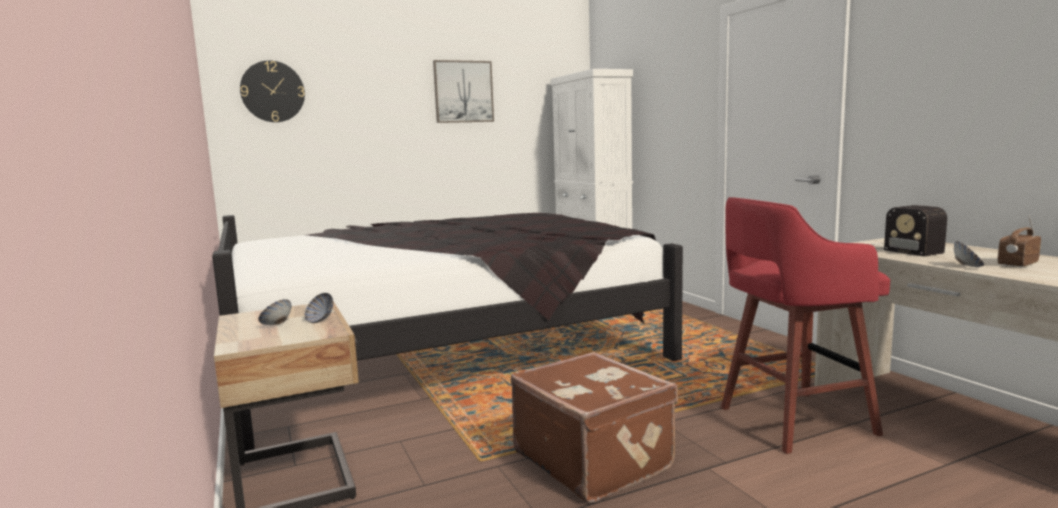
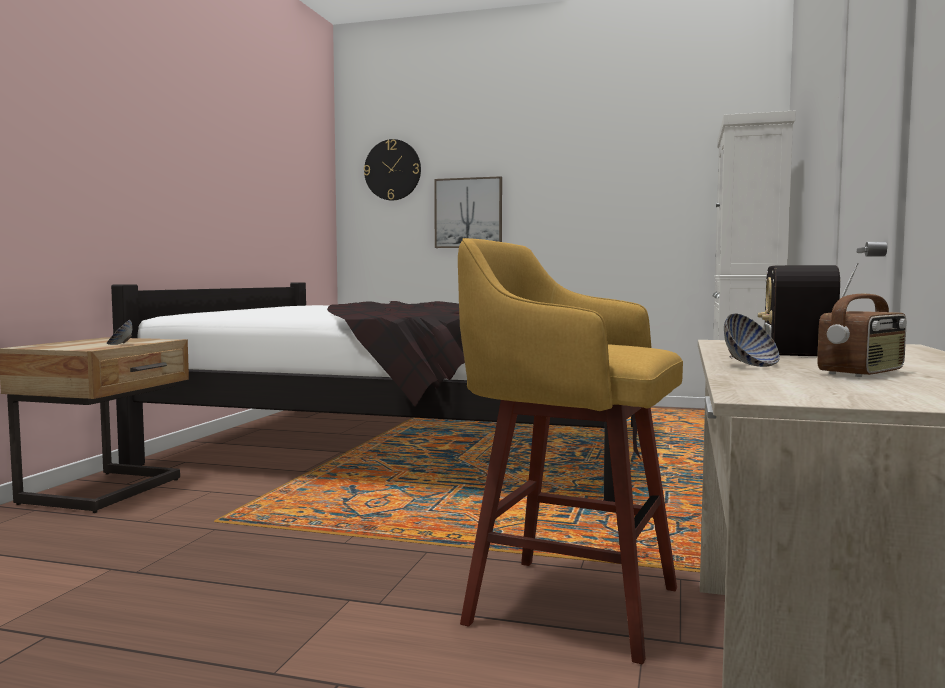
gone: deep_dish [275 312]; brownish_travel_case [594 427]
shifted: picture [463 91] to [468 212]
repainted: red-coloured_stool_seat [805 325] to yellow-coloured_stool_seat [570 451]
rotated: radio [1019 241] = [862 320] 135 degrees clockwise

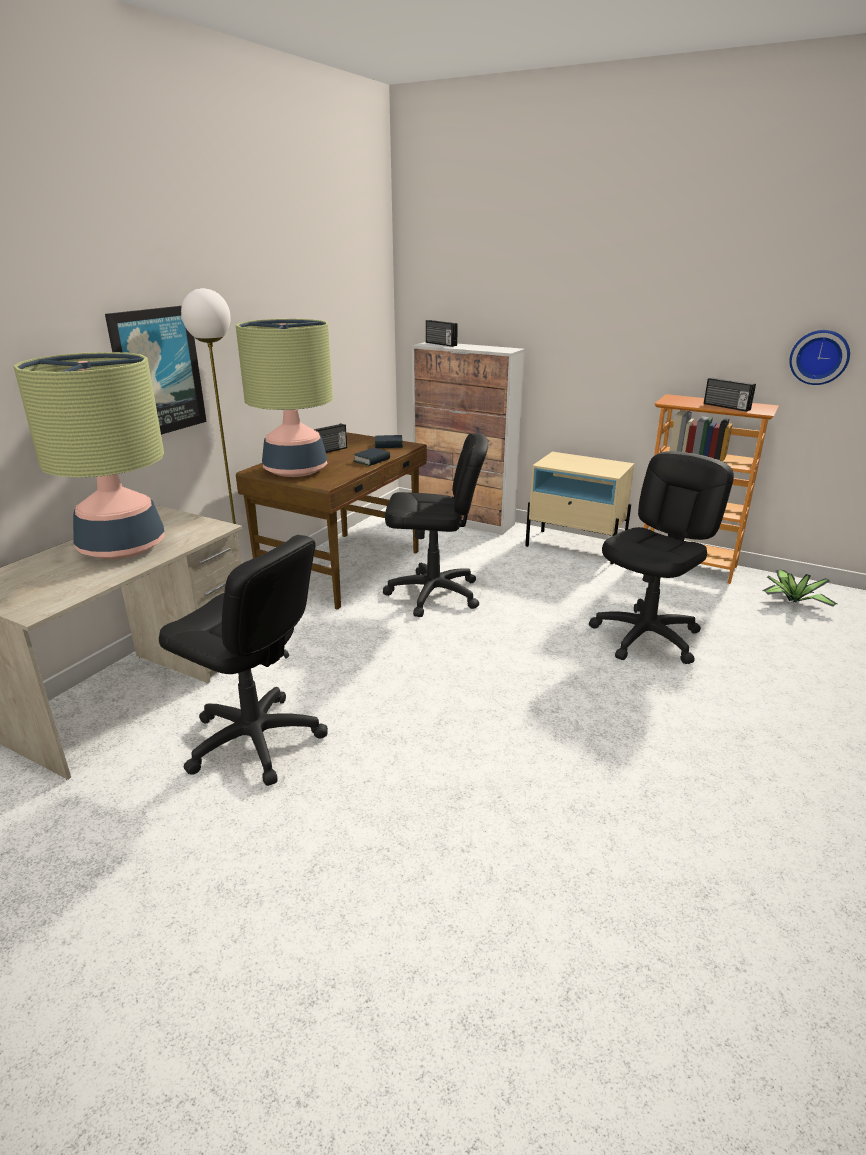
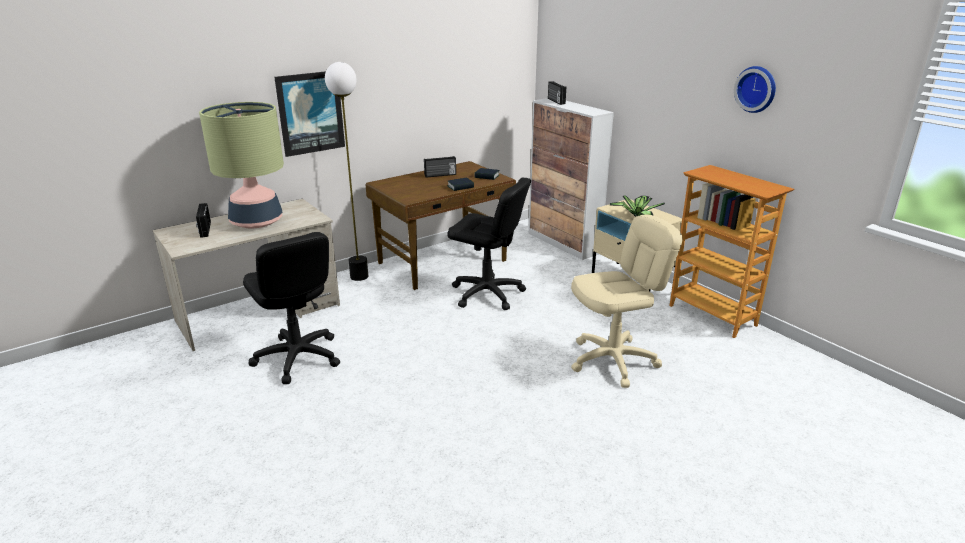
gone: tabletop_lamp [284 398]
shifted: radio [730 394] to [203 220]; plant_in_a_pot [799 588] to [637 206]; clock_on_the_wall [819 357] to [755 89]
repainted: black-coloured_computer_chair [661 557] to beige-coloured_computer_chair [626 301]

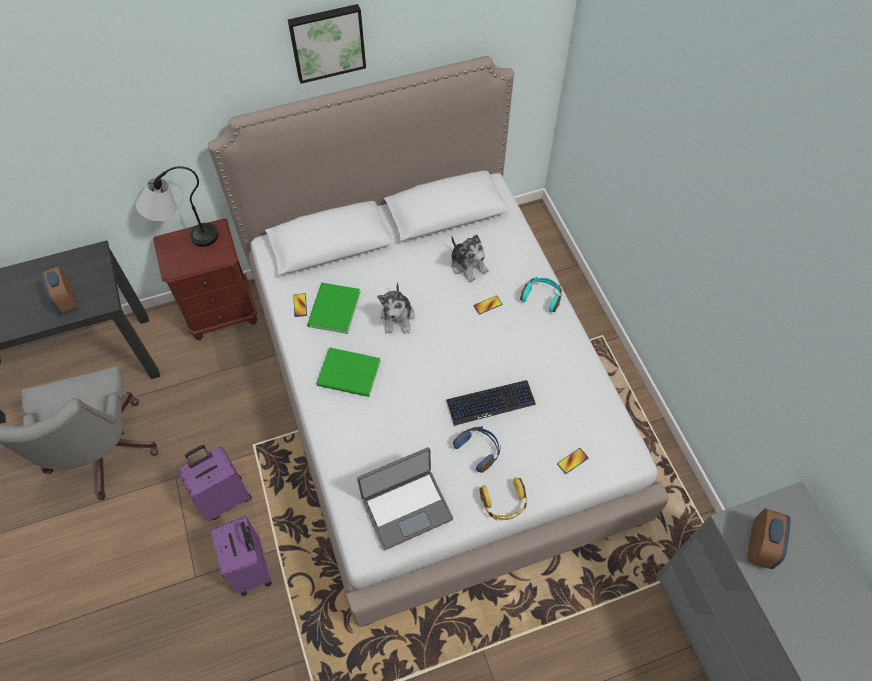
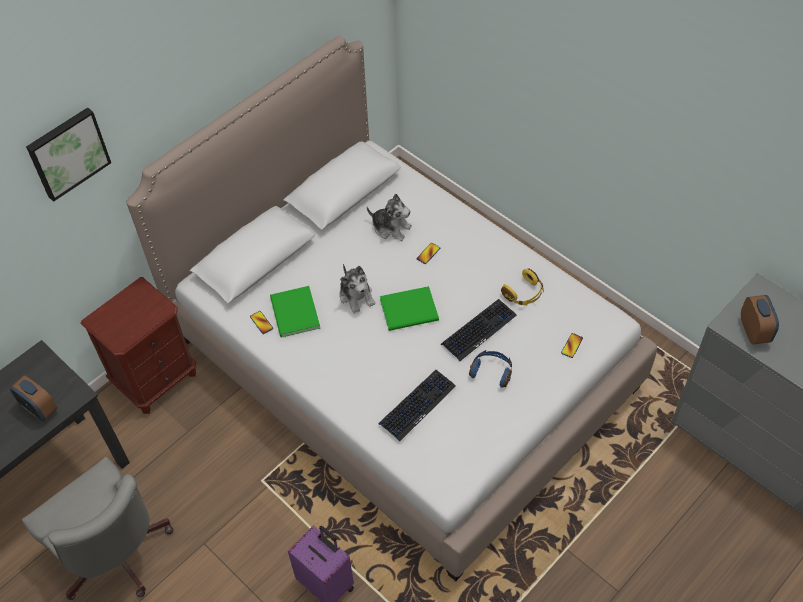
gone: tabletop_lamp [177 206]; purple_travel_case [214 483]; portable_computer [405 498]; turquoise-coloured_headphones [541 295]
new: PC_keyboard [417 405]
shifted: picture [327 44] to [68 154]; green_book [349 372] to [409 308]; yellow-coloured_headphones [503 499] to [522 287]

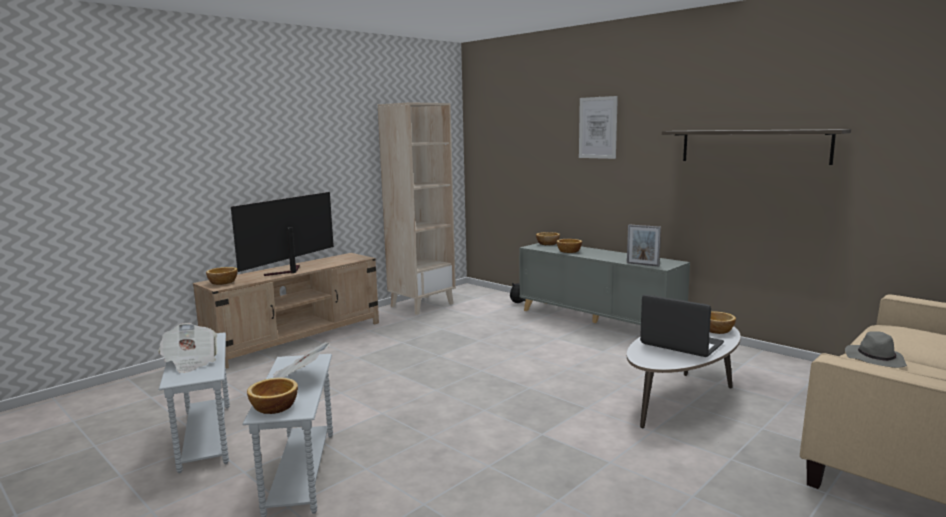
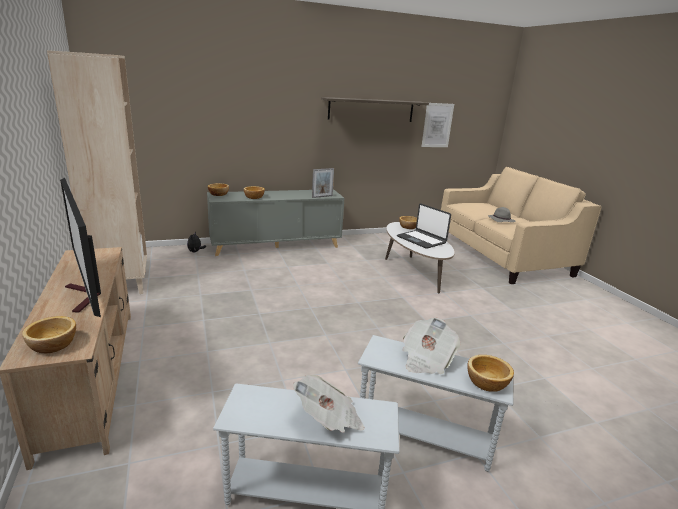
shifted: picture [598 127] to [437 125]
rotated: portable_computer [682 325] = [424 226] 105 degrees counterclockwise

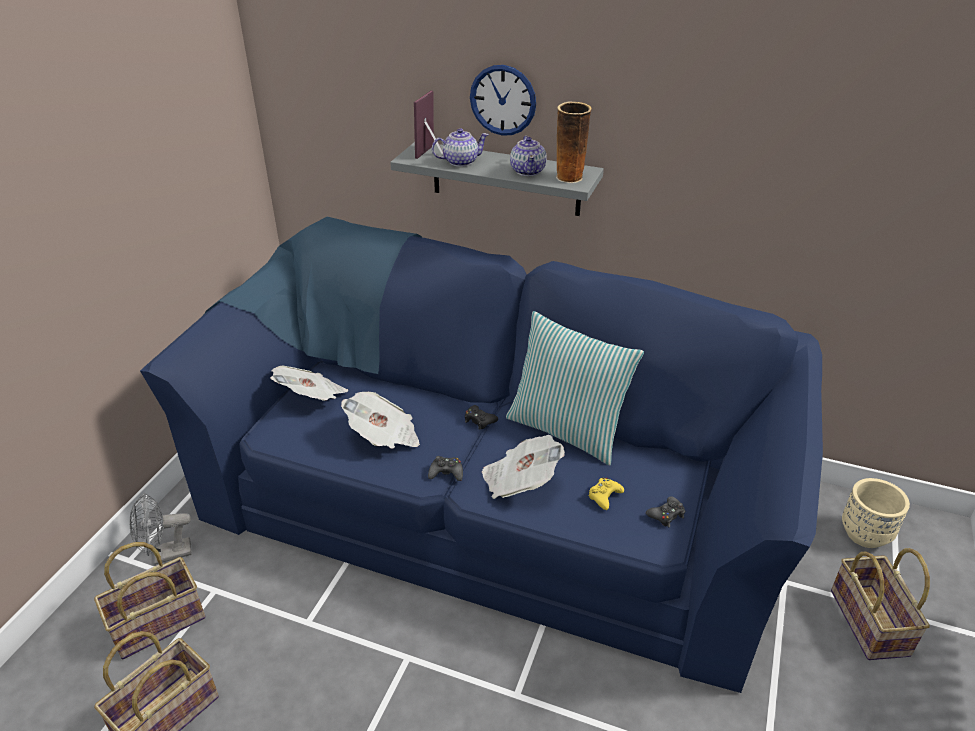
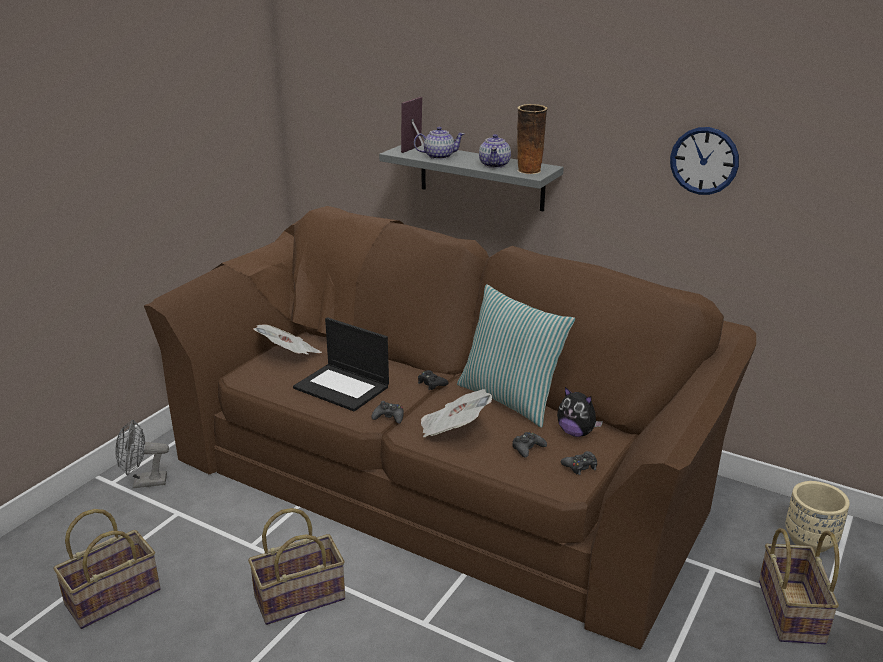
new: plush_toy [580 412]
shifted: basket [149 600] to [296 566]; clock_on_the_wall [503 100] to [704 161]
swapped: printed_paper [380 420] to portable_computer [341 364]
repainted: blue_sofa [481 455] to brownish_sofa [450 428]; yellow-coloured_game_controller [606 494] to black-coloured_game_controller [530 444]

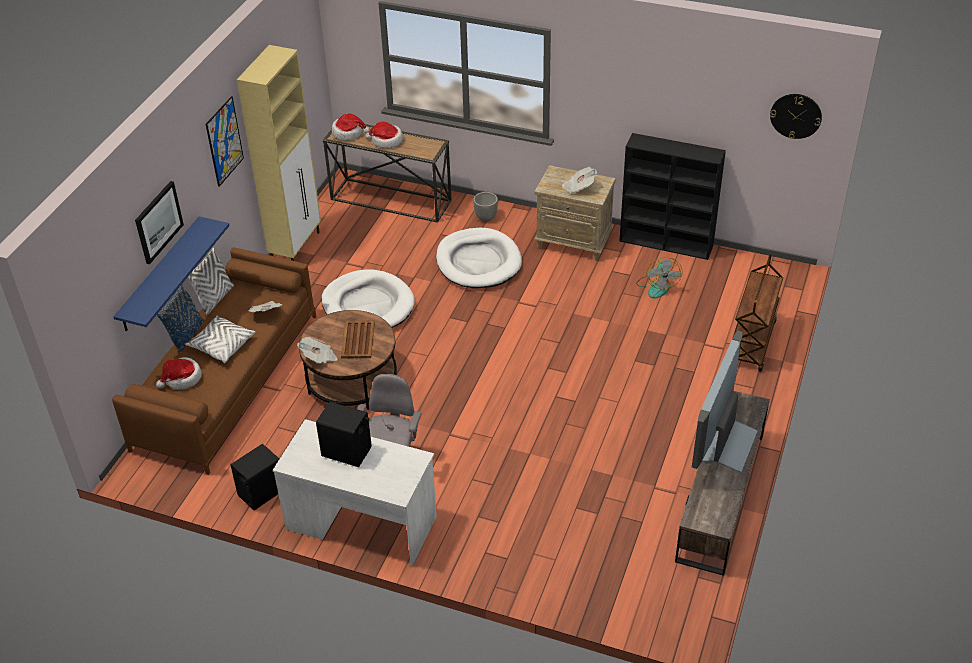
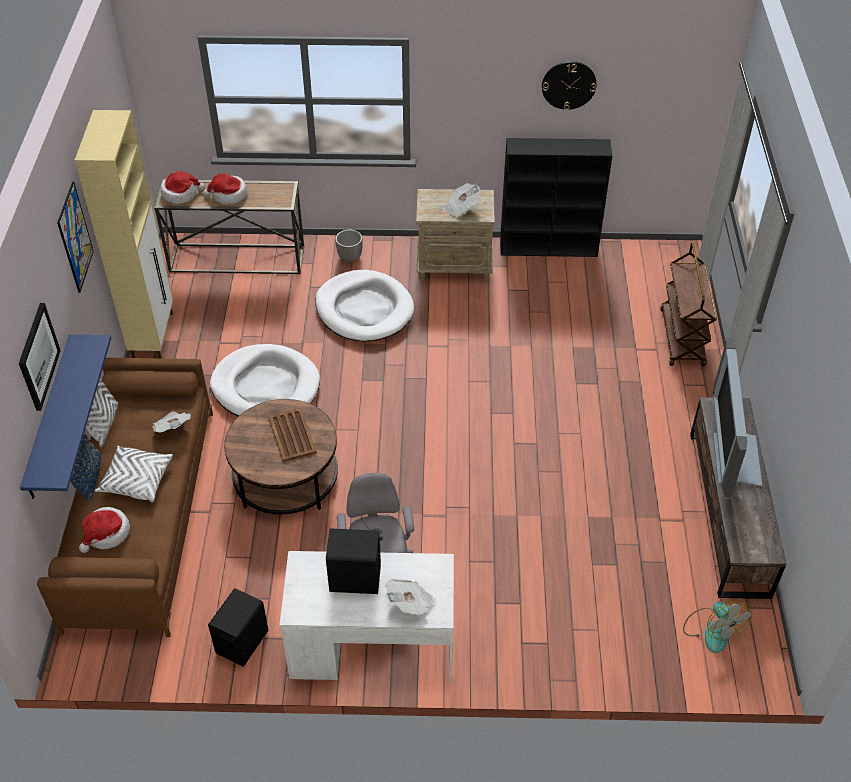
shifted: printed_paper [317 350] to [410 597]; cooling_fan [659 277] to [717 626]; clock_on_the_wall [796 116] to [569 85]

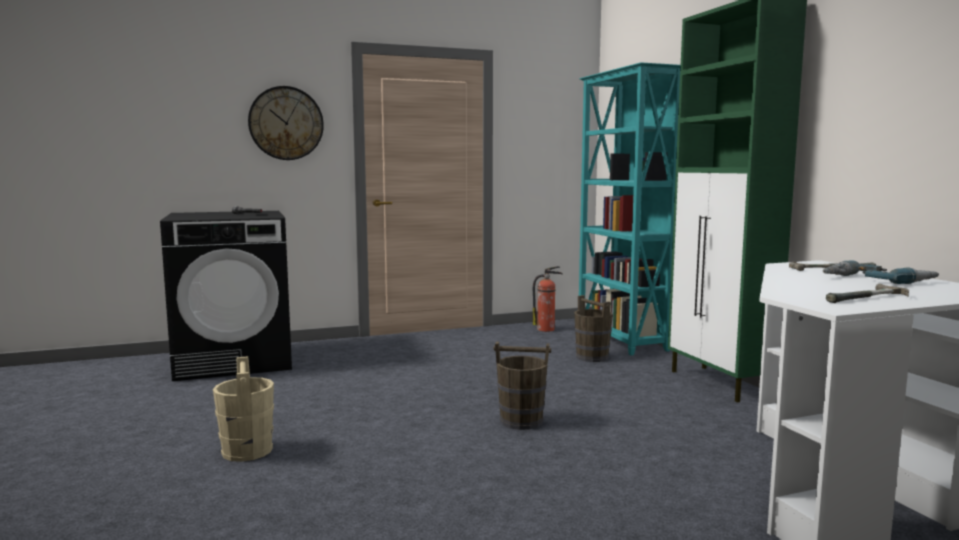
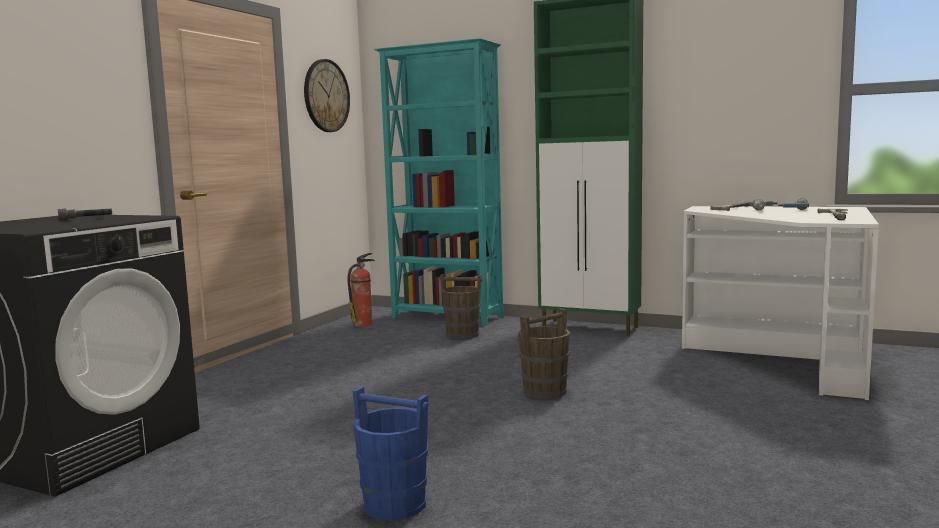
shifted: clock_on_the_wall [286 123] to [327 95]
repainted: beige-coloured_pail [243 409] to blue_pail [391 453]

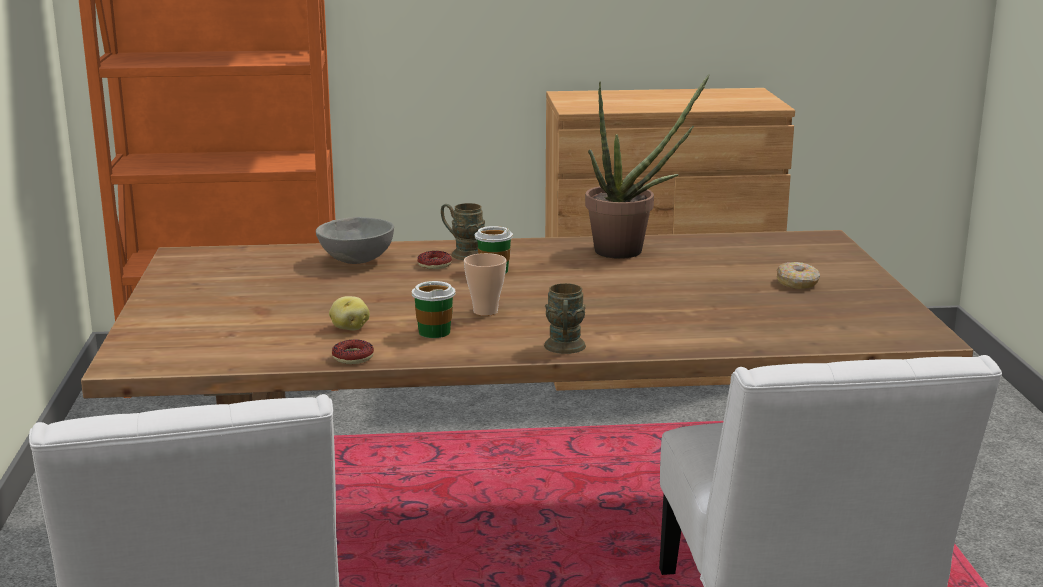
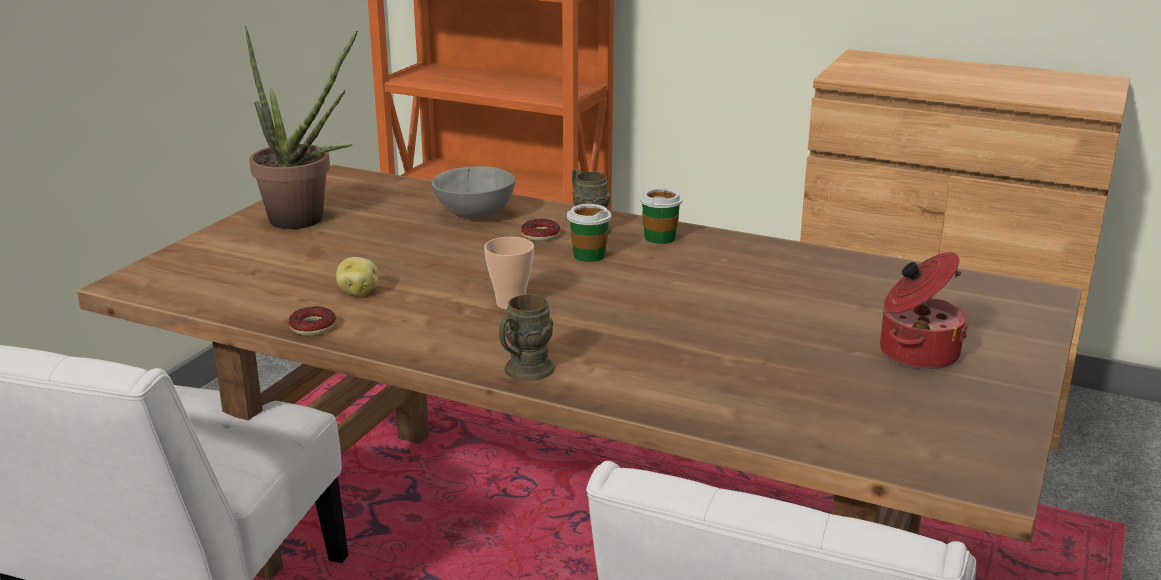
shifted: cup [434 309] to [661 216]; plant_in_a_pot [647 166] to [301 127]
swapped: doughnut [798 275] to stockpot [924 310]

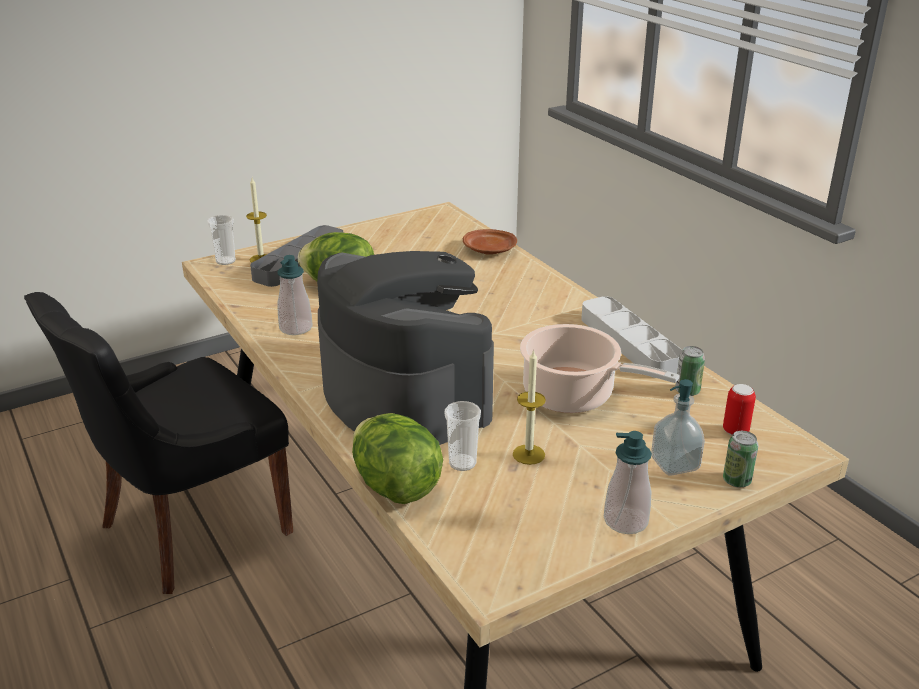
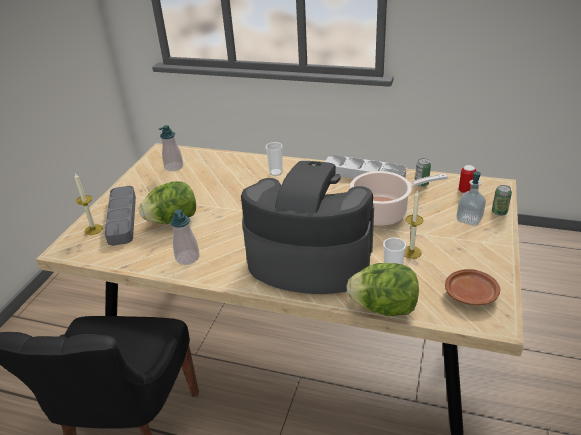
shifted: cup [221 240] to [274 159]; brownish_flat_dish [490 242] to [472 287]; soap_dispenser [628 482] to [171 148]

